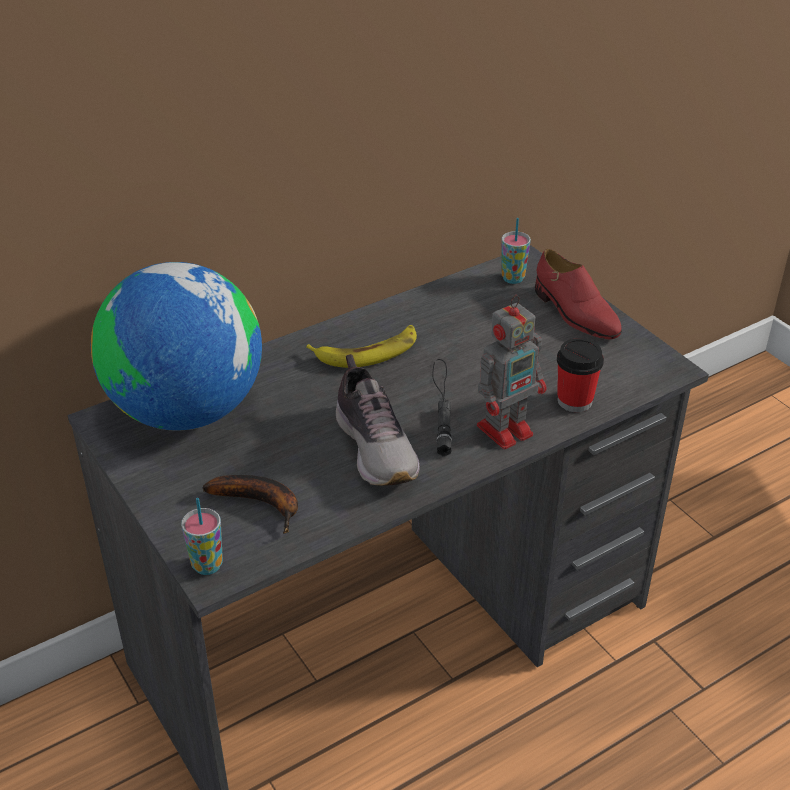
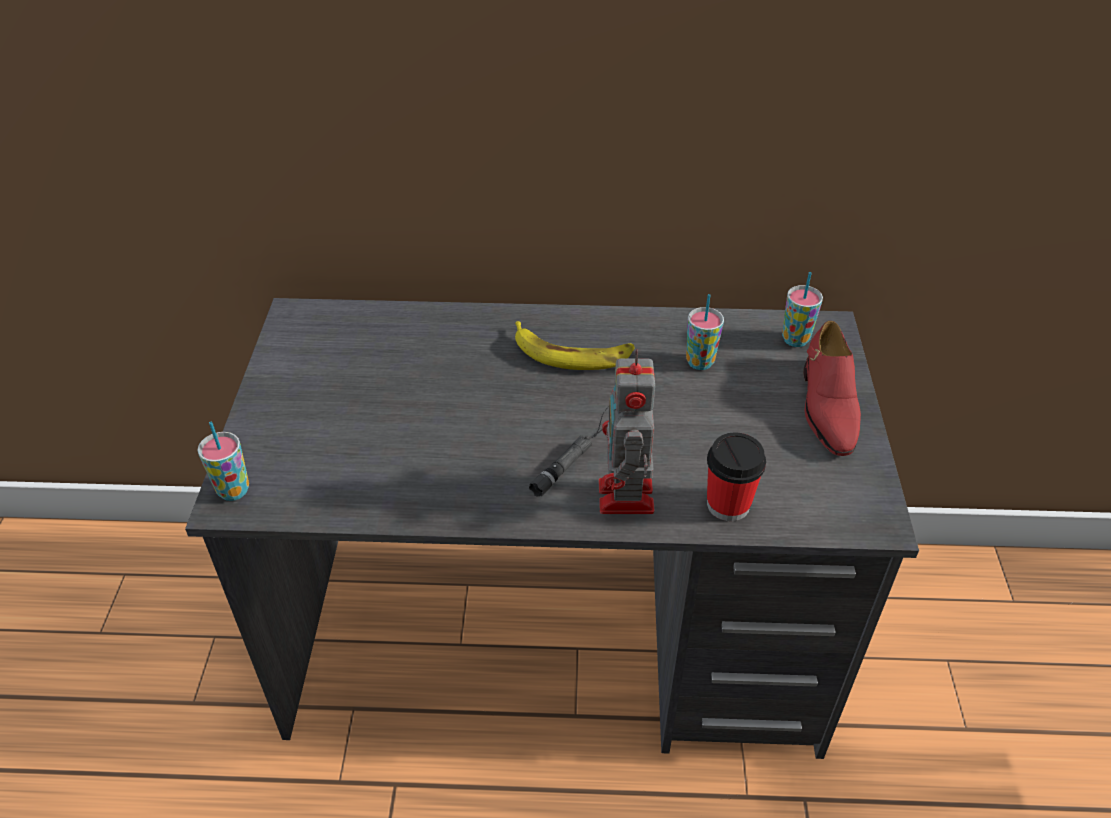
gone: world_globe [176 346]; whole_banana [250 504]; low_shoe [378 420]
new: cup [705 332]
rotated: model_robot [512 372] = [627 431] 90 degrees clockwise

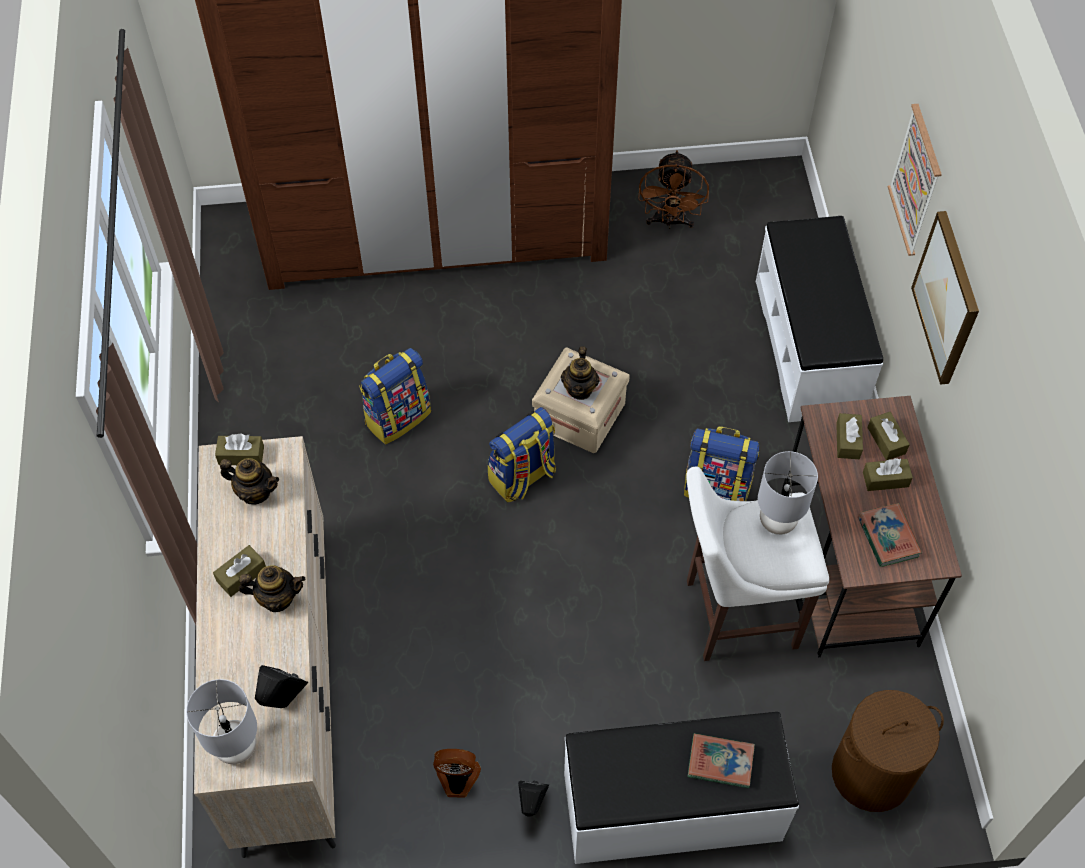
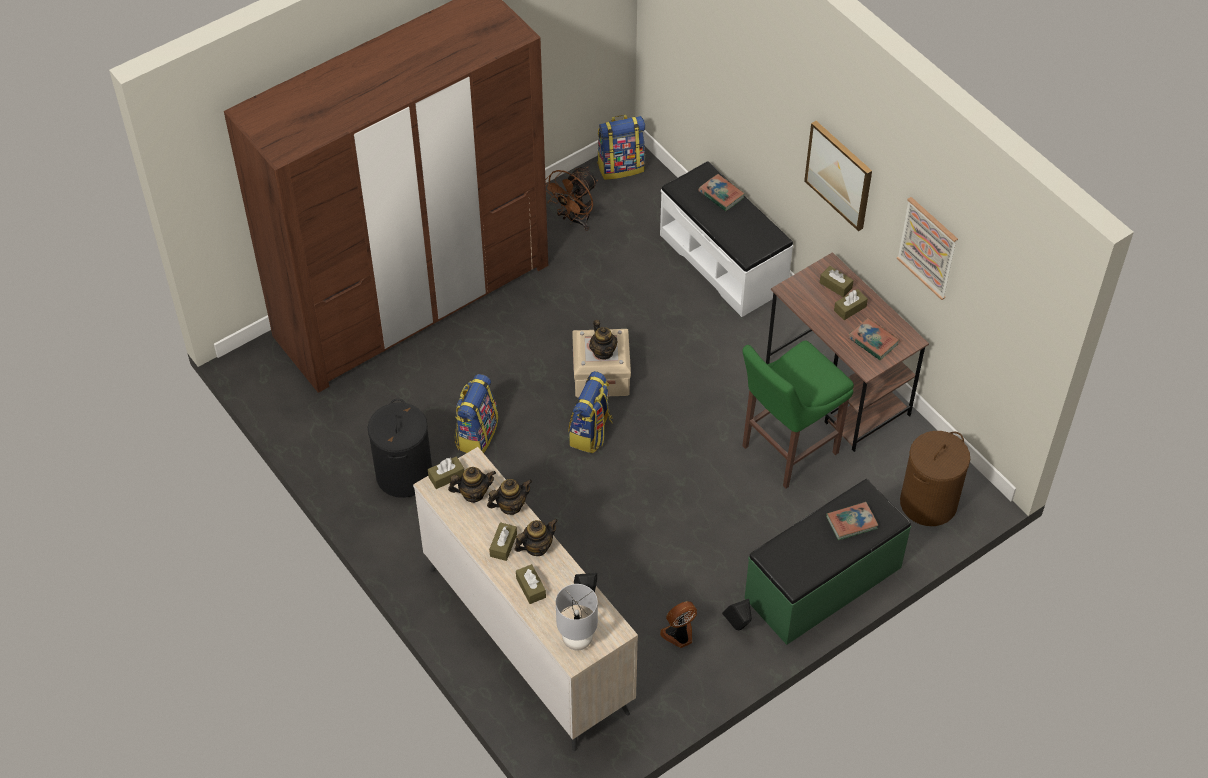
gone: gray_tabletop_lamp [788 493]
new: black-coloured_washing_basket [400 448]; tea_pot [509 497]; book [721 192]
shifted: backpack [721 463] to [621 147]; brownish_tissue_holder [849 436] to [531 584]; picture [915 180] to [927 248]
repainted: white-coloured_long_seat [681 788] to green_long_seat [828 562]; white-coloured_stool_seat [757 563] to green_stool_seat [798 414]
rotated: brownish_cooling_fan [673 189] = [571 199] 60 degrees clockwise

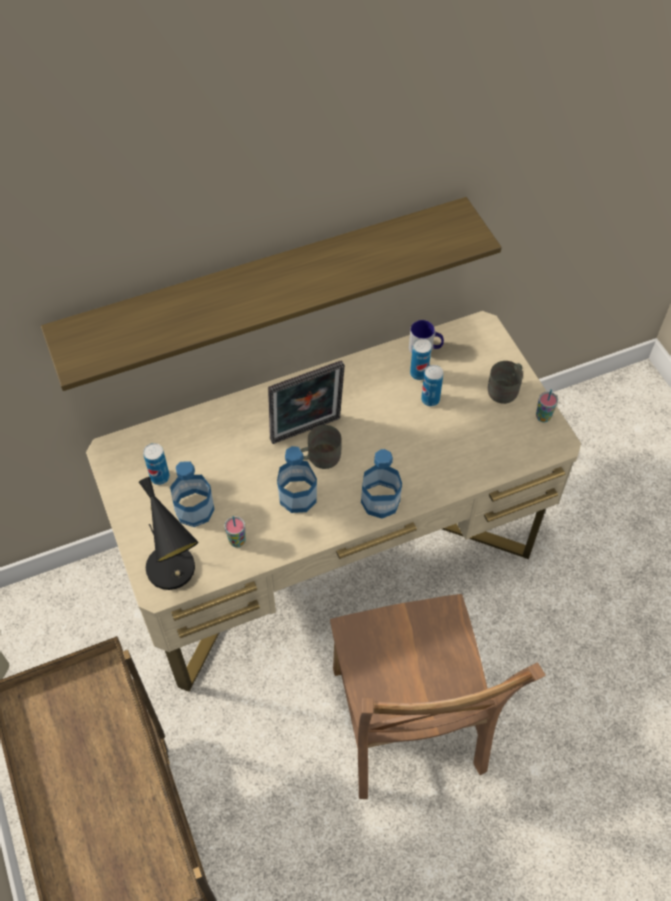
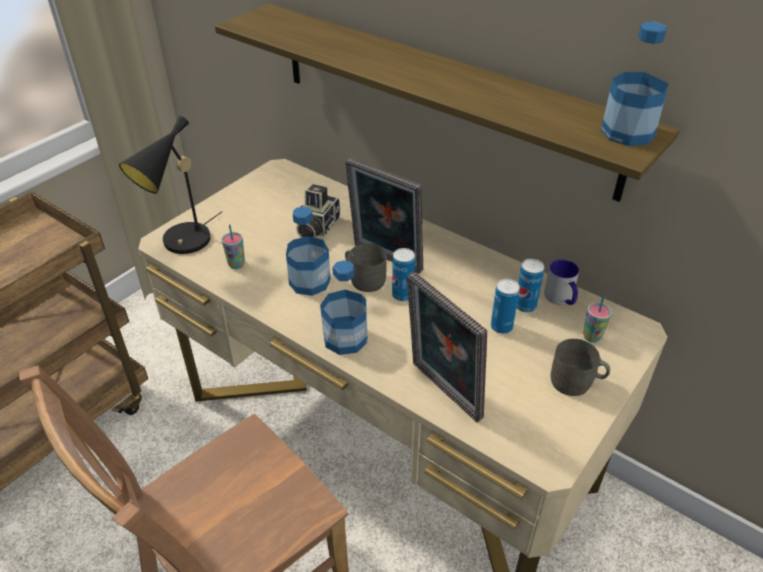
new: still_camera [318 211]; standing_frame [447 347]
shifted: can [156 464] to [403 274]; drink_bottle [192 494] to [635 84]; cup [547 405] to [597 319]

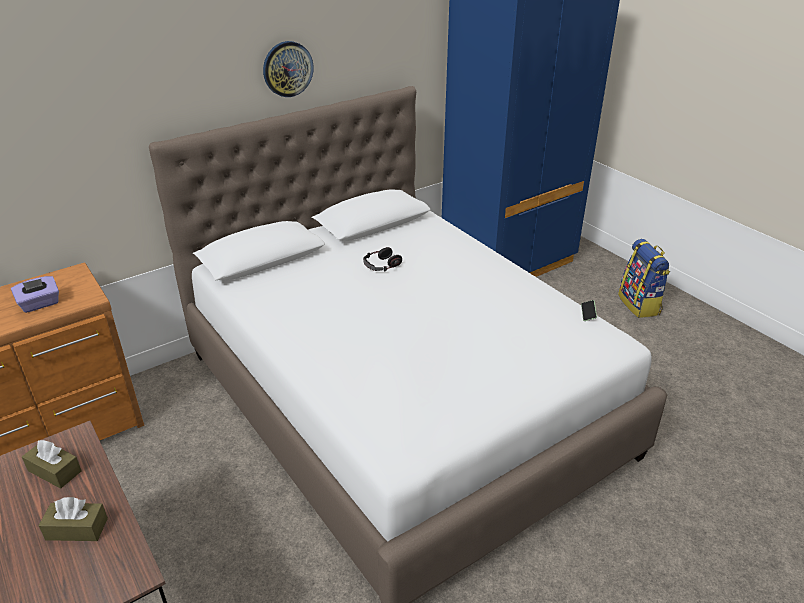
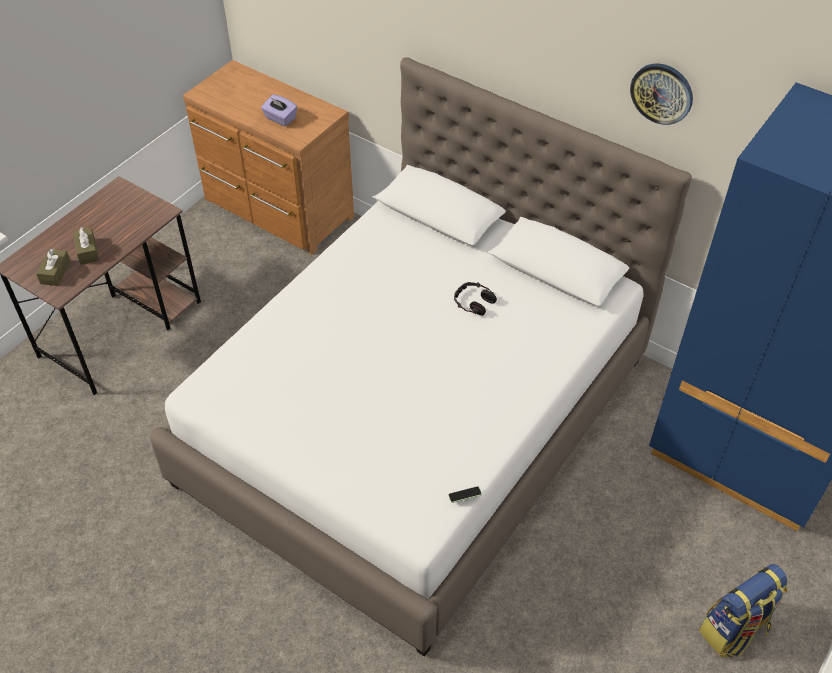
shifted: brownish_tissue_holder [52 464] to [53 267]; clock_on_the_wall [288 69] to [661 94]

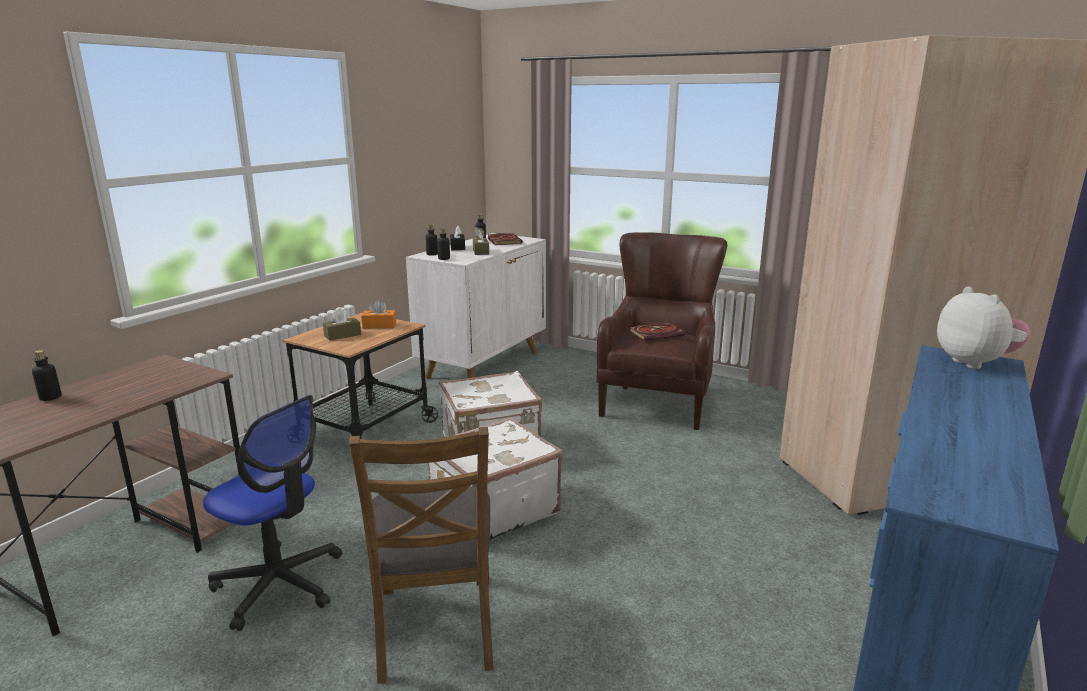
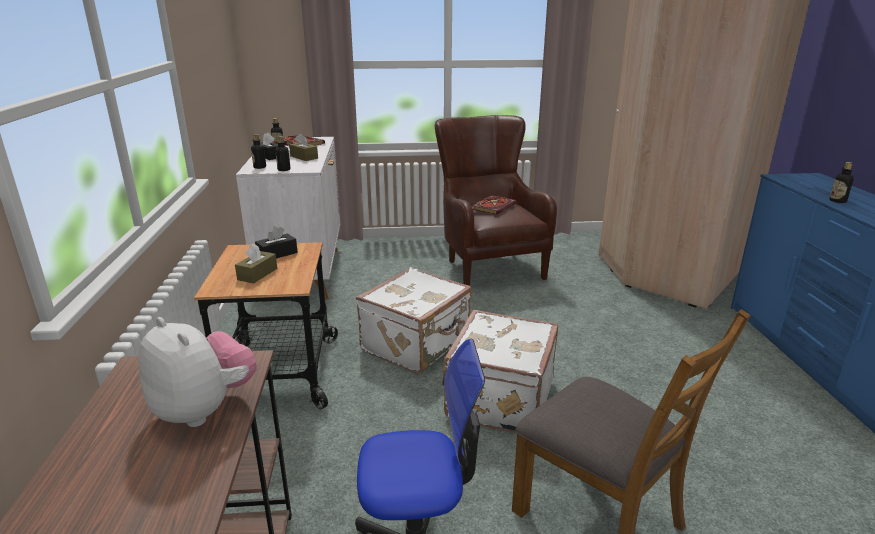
shifted: drink_bottle [47 375] to [842 182]; plush_toy [984 328] to [197 372]
repainted: orange-coloured_tissue_holder [378 314] to black-coloured_tissue_holder [276 242]

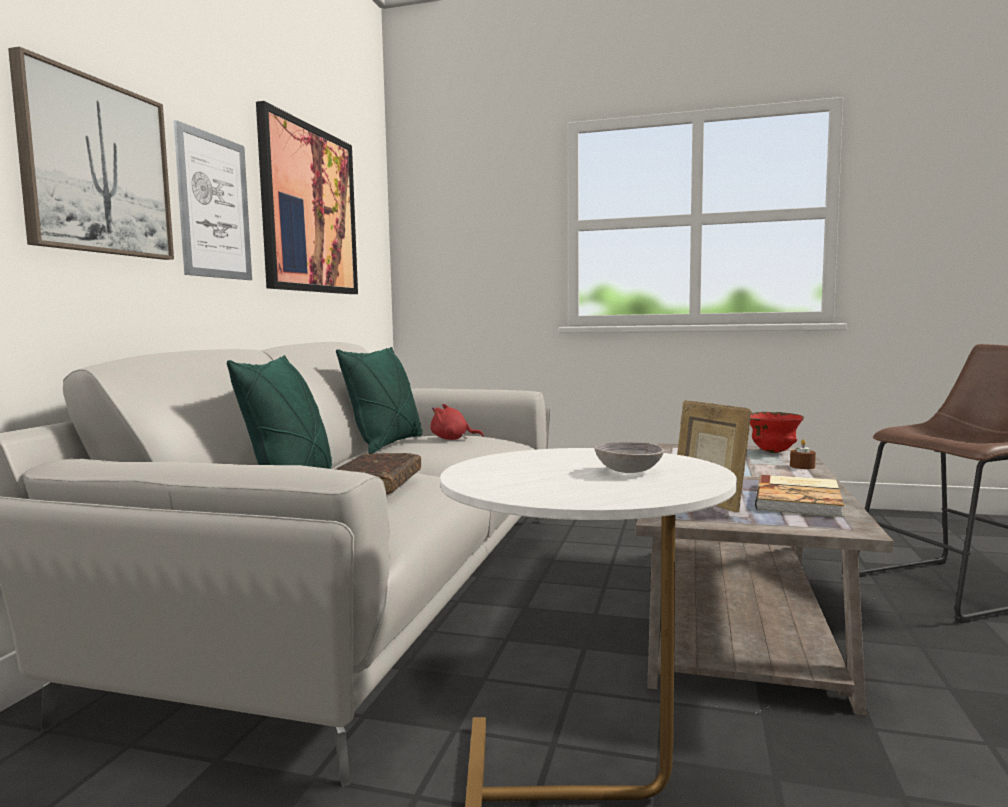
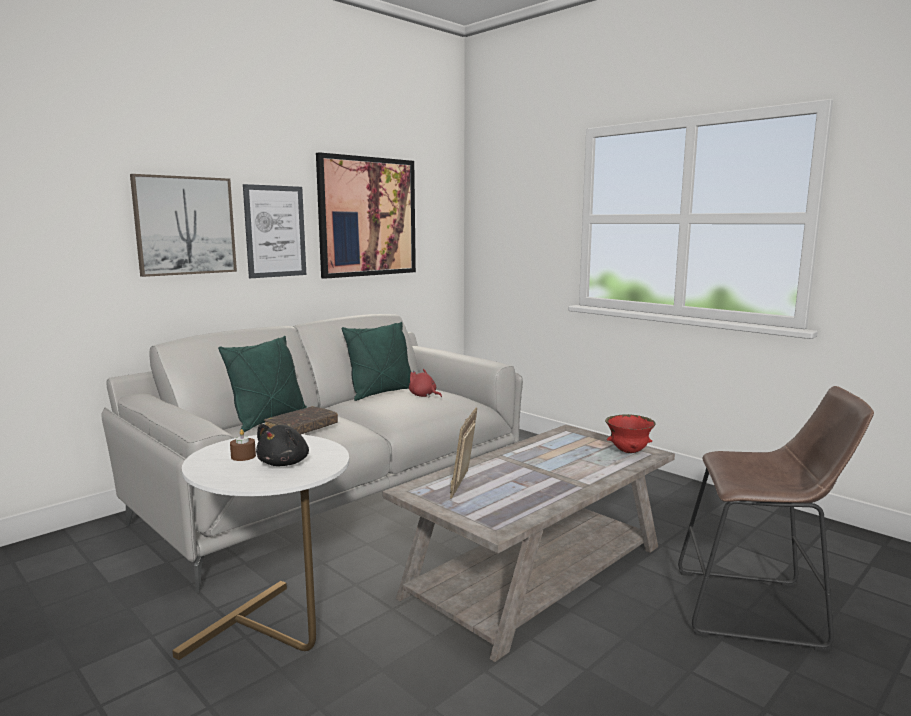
gone: book [799 496]
shifted: brownish_candle [803 454] to [243 445]
swapped: gray_deep_dish [629 457] to black-coloured_plush_toy [282 445]

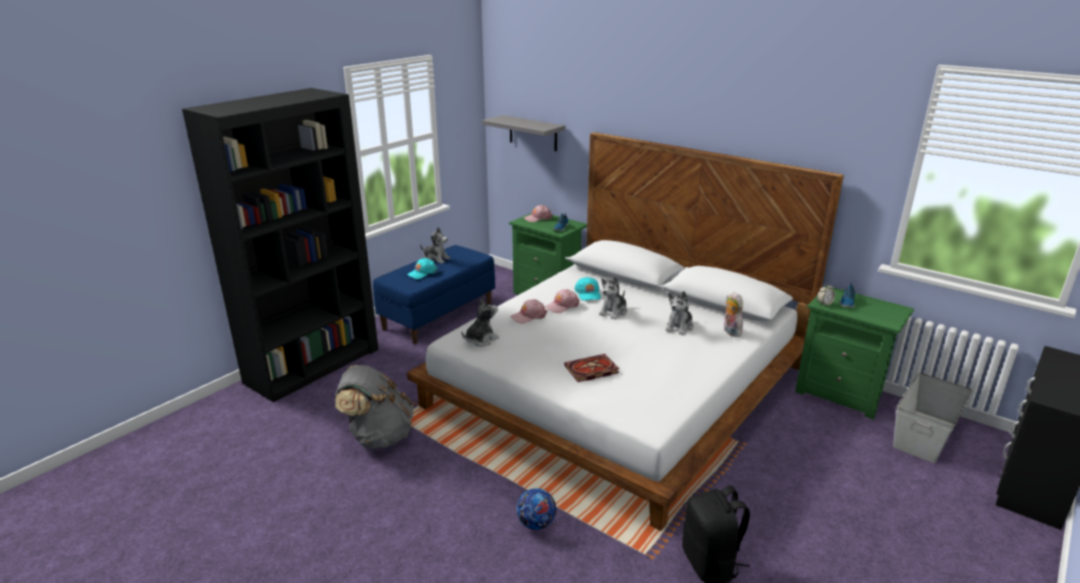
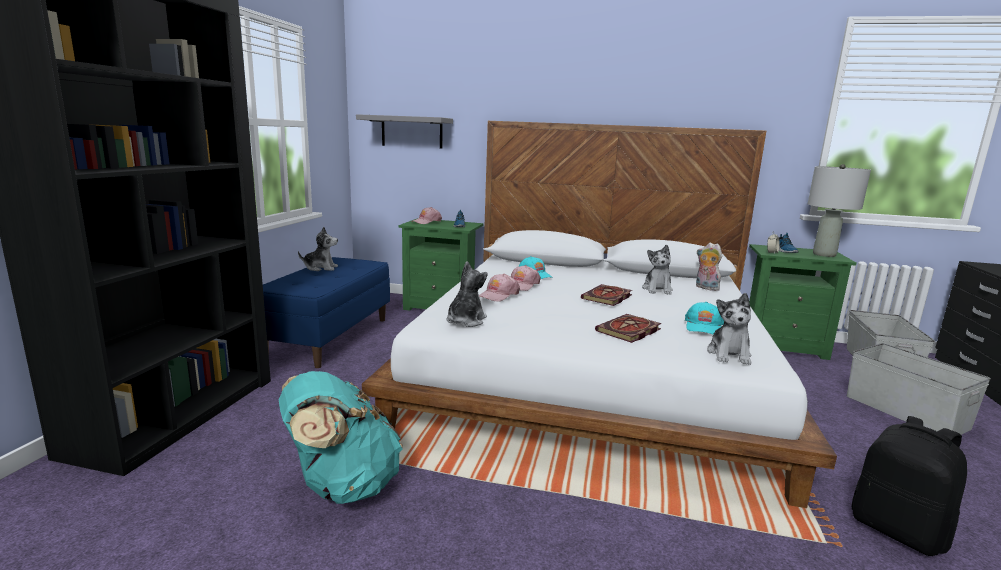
gone: ball_for_football [536 509]
new: book [606 295]; gray_tabletop_lamp [839 210]; gray_storage_box [919 389]
shifted: turquoise-coloured_peaked_cap [422 268] to [704 318]; plush_toy [613 298] to [729 329]
repainted: gray_backpack [374 407] to turquoise-coloured_backpack [341 437]

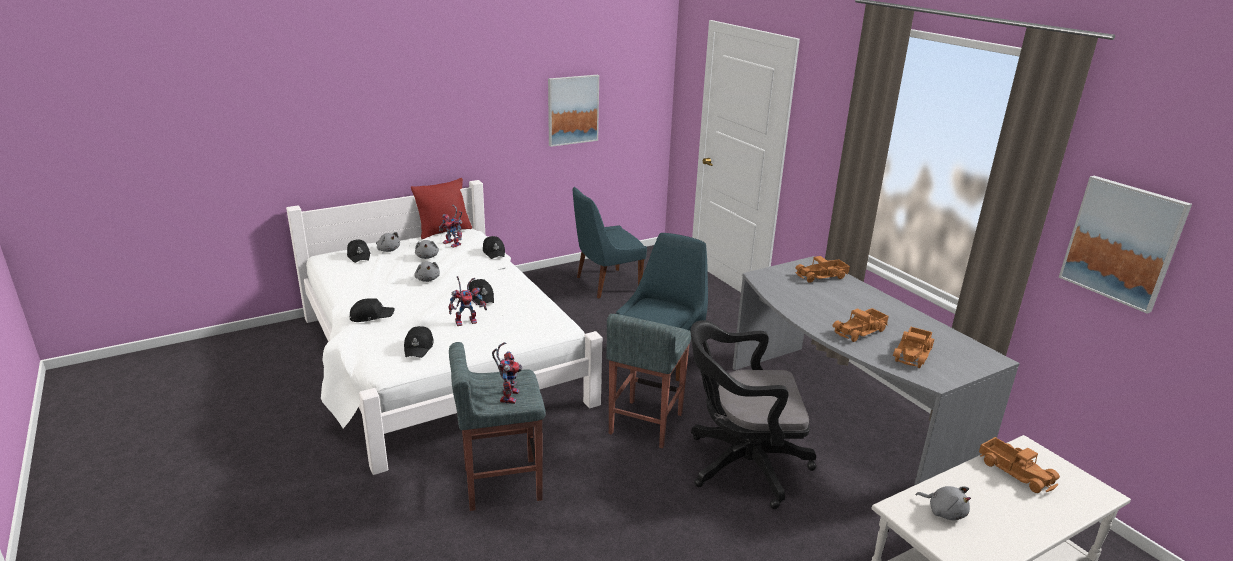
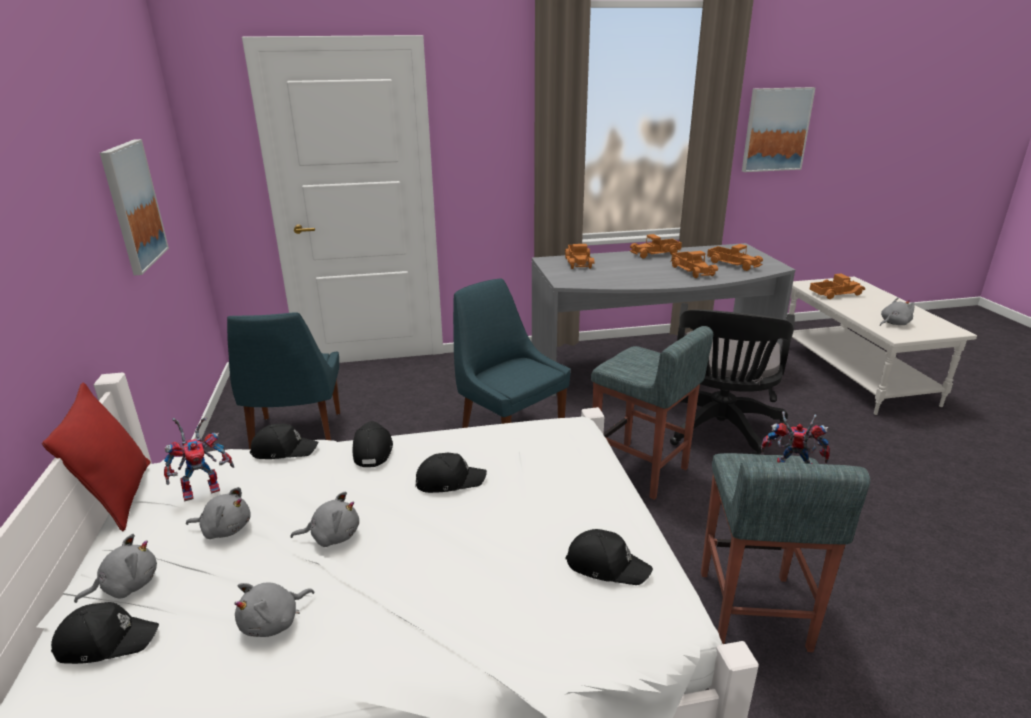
gone: model_robot [467 301]
new: gray_plush_toy [274 610]; toy_lorry [656 246]
shifted: black-coloured_peaked_cap [372 310] to [372 444]

